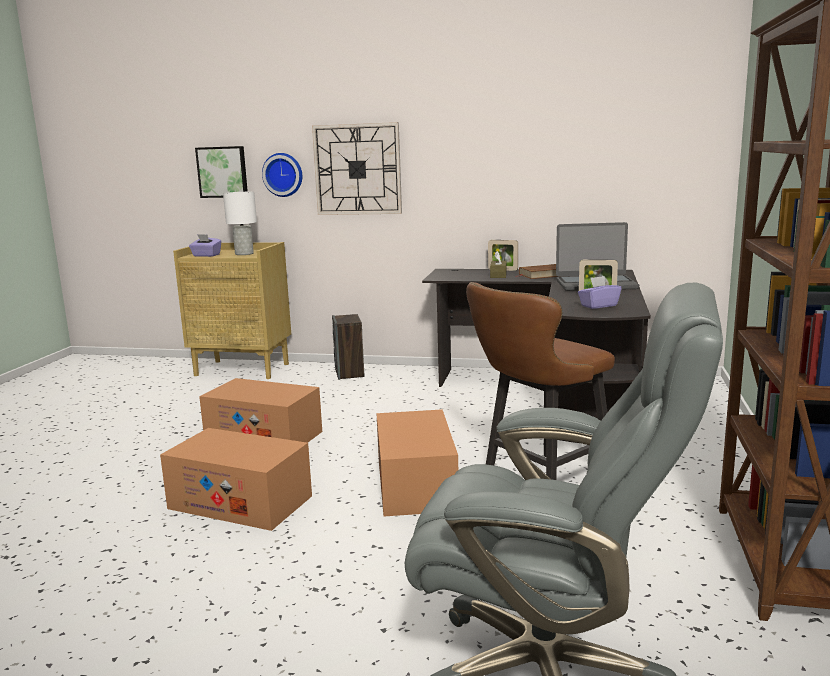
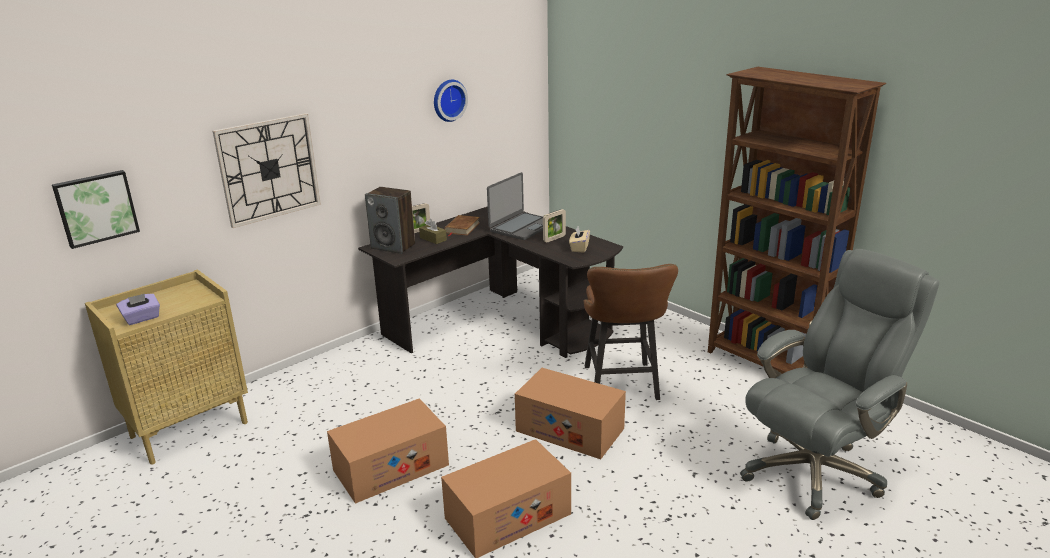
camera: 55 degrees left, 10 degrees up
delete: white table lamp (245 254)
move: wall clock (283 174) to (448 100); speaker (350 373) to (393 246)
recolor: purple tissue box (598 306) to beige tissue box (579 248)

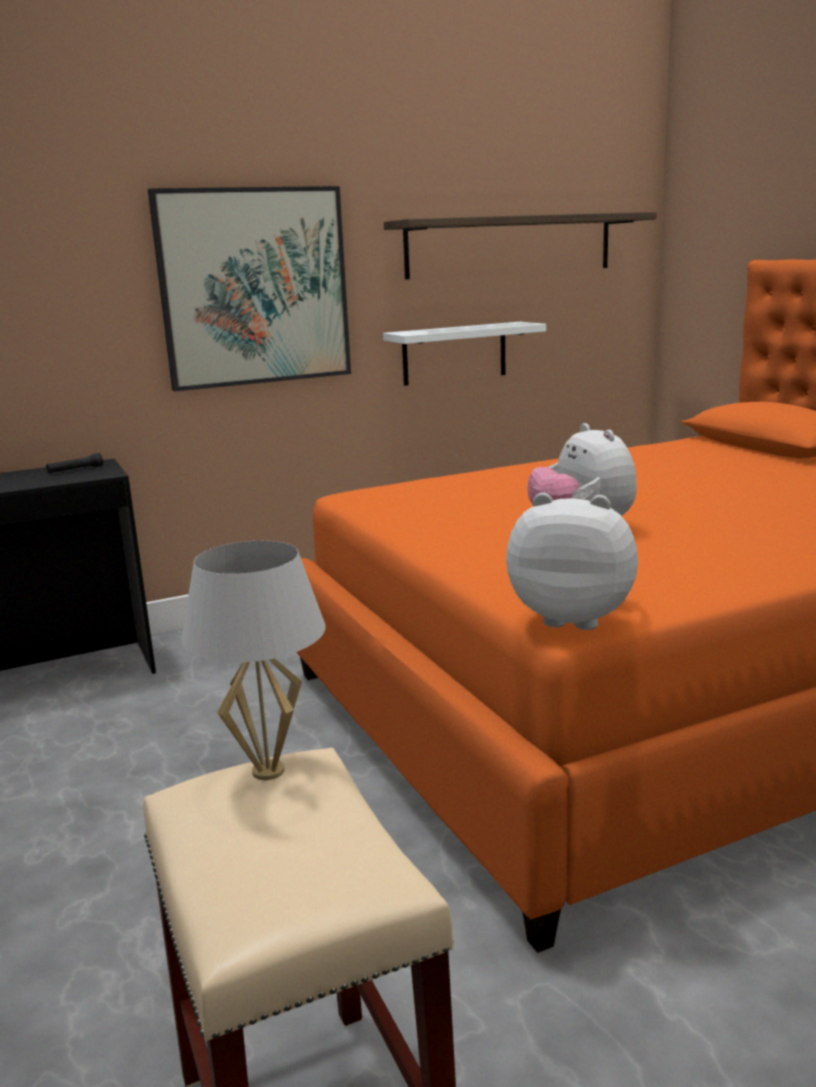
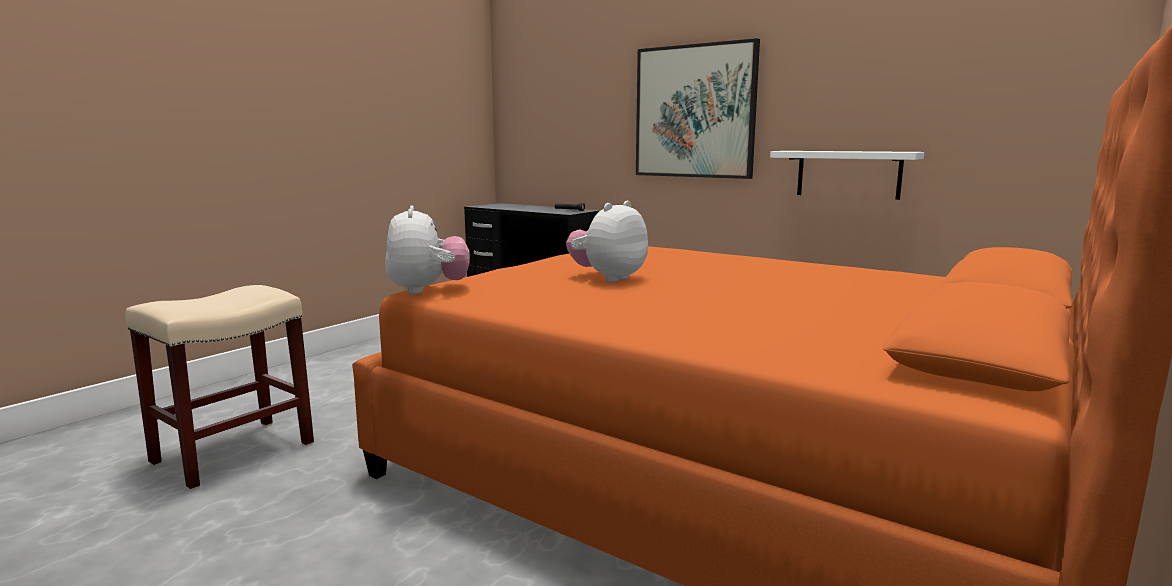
camera: 60 degrees right, 5 degrees down
delete: white table lamp (268 771); shelf (510 245)

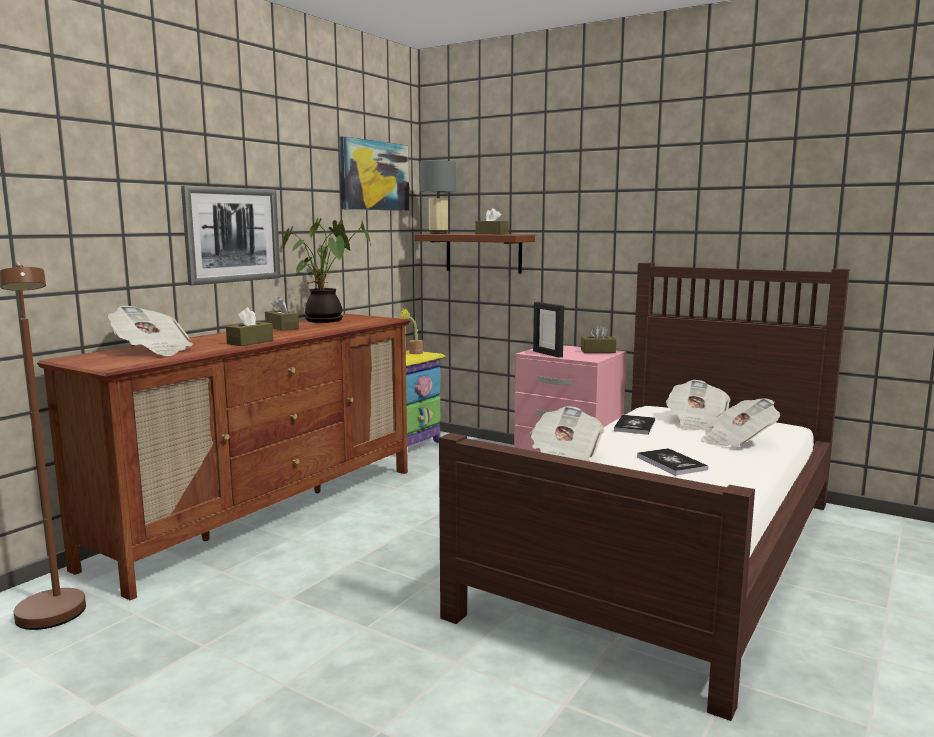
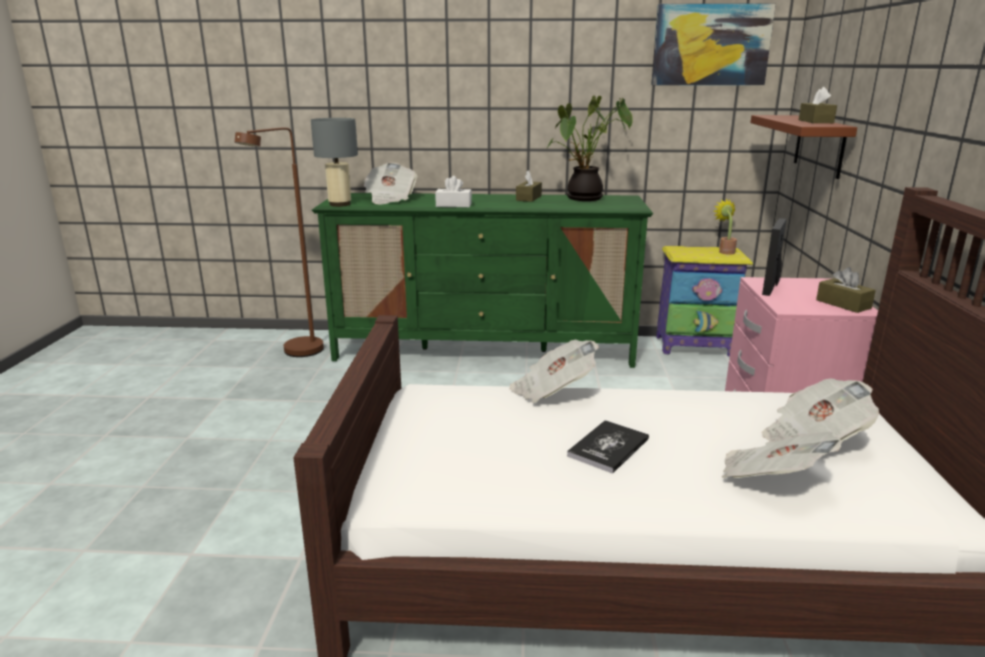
camera: 60 degrees right, 10 degrees up
delete: picture (232 235); book (634 426)
move: grey table lamp (439 233) to (340 204)
recolor: brown dresser (266 514) to green dresser (484 350); brown tissue box (250 342) to white tissue box (453 205)

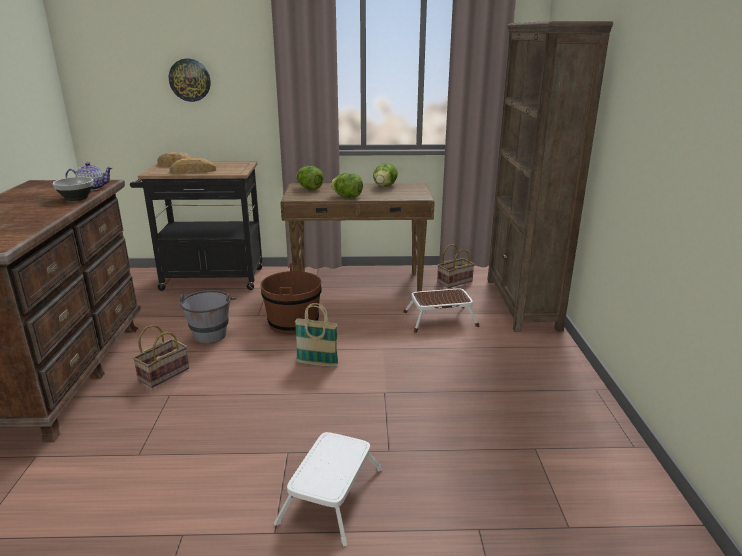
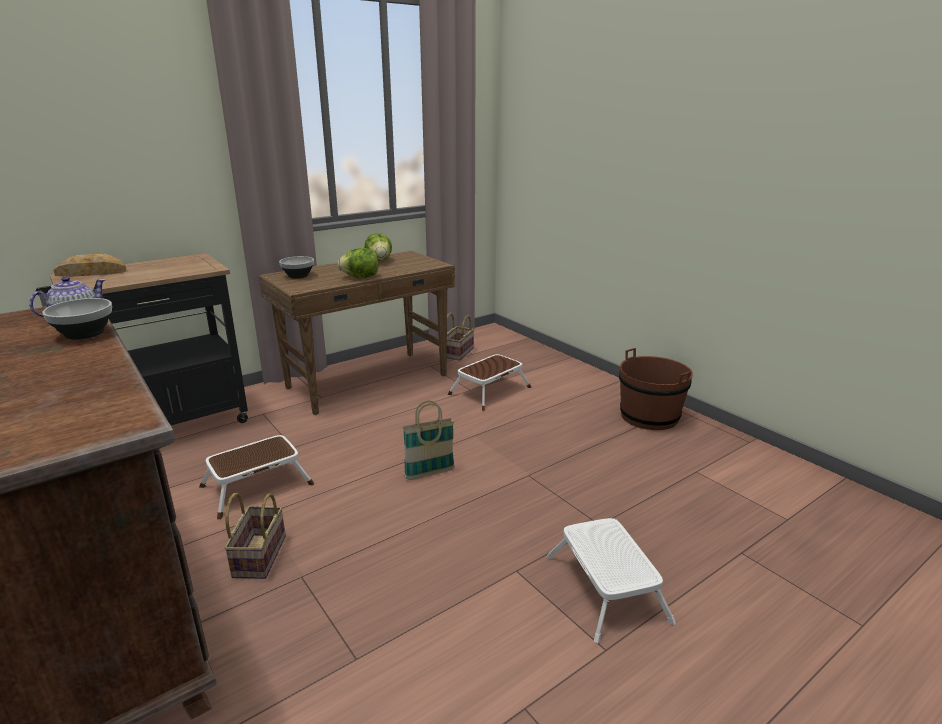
camera: 35 degrees left, 0 degrees up
delete: wall clock (190 80); bread (193 171); brown bookcase (522 303)
move: brown bucket (293 323) to (649 416)
replace: grey bucket (211 332) to brown step ladder (257 486); lettuce (309 188) to bowl (298 276)

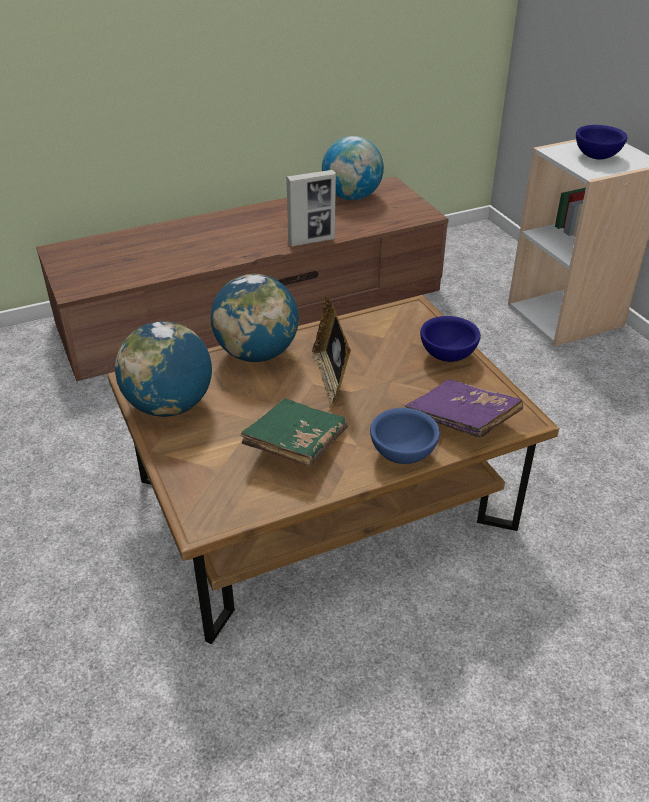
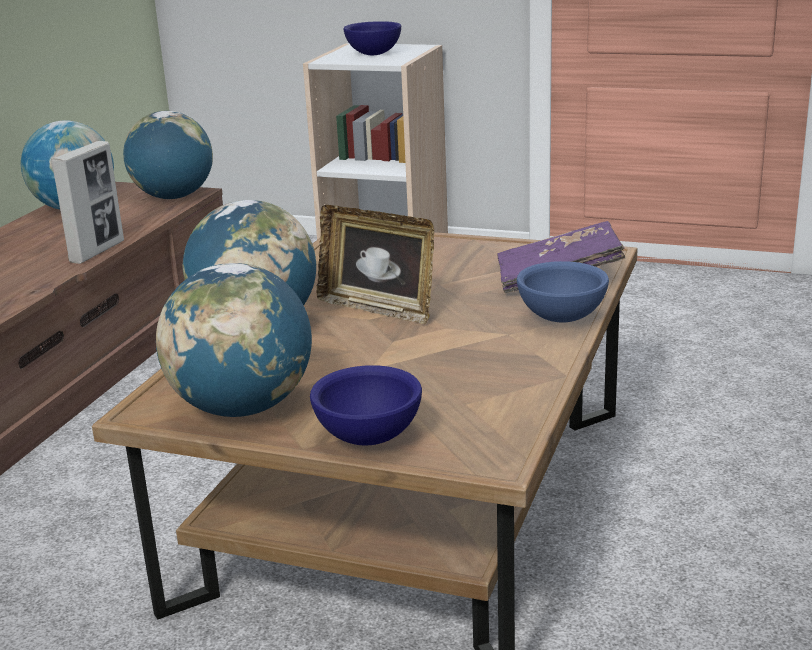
camera: 45 degrees left, 15 degrees down
delete: green book (295 445)
insert: globe (173 197)
move: blue bowl (448 355) to (369 436)

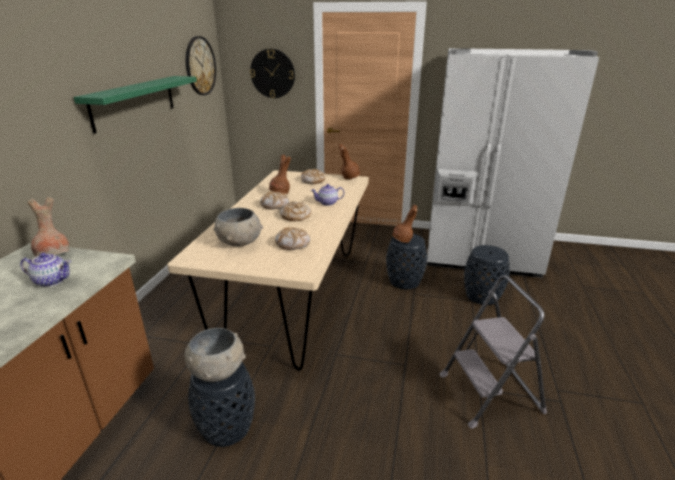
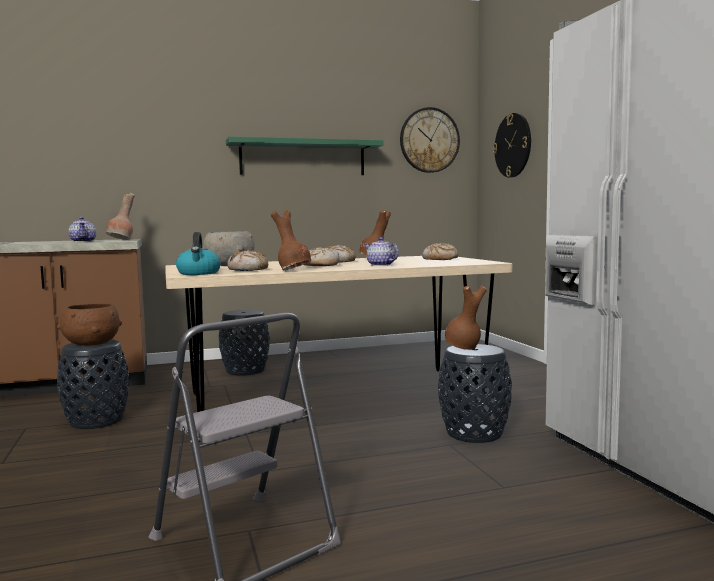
camera: 60 degrees right, 20 degrees down
insert: kettle (199 273)
move: brown vase (349 178) to (294 270); black stool (482 296) to (245 370)
recolor: grey bowl (217 371) to brown bowl (91 343)

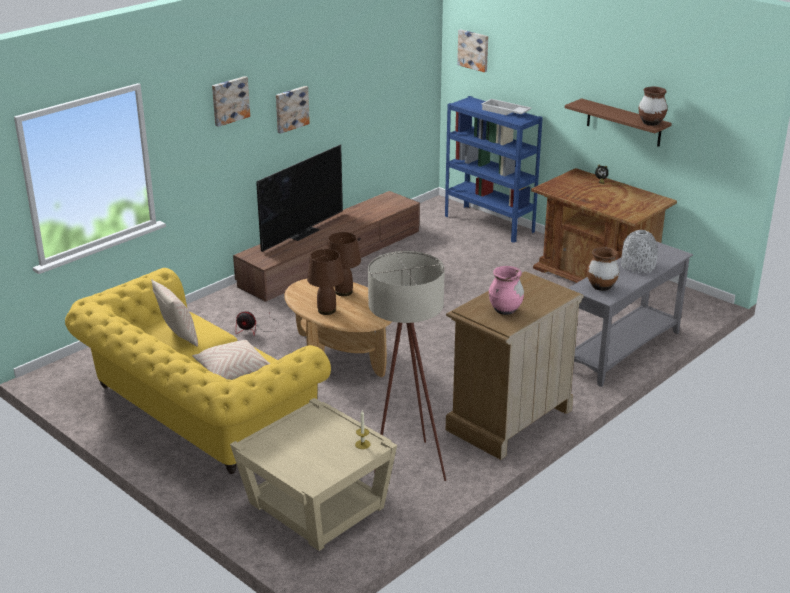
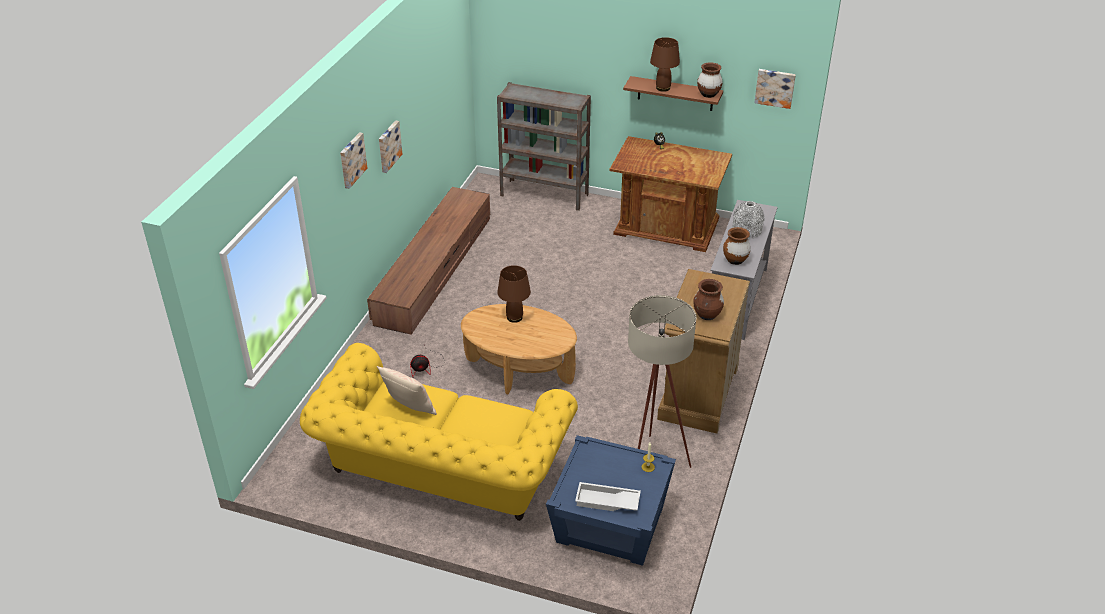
camera: 25 degrees left, 10 degrees up
delete: beige pillow (232 371); television (302 232)
move: brown table lamp (326 310) to (662 88); picture (474 50) to (775 87); white tray (505 112) to (607 502)
recolor: beige side table (315 506) to blue side table (610 526); blue bookcase (489 224) to grey bookcase (544 195); pink vase (505 310) to brown vase (707 315)

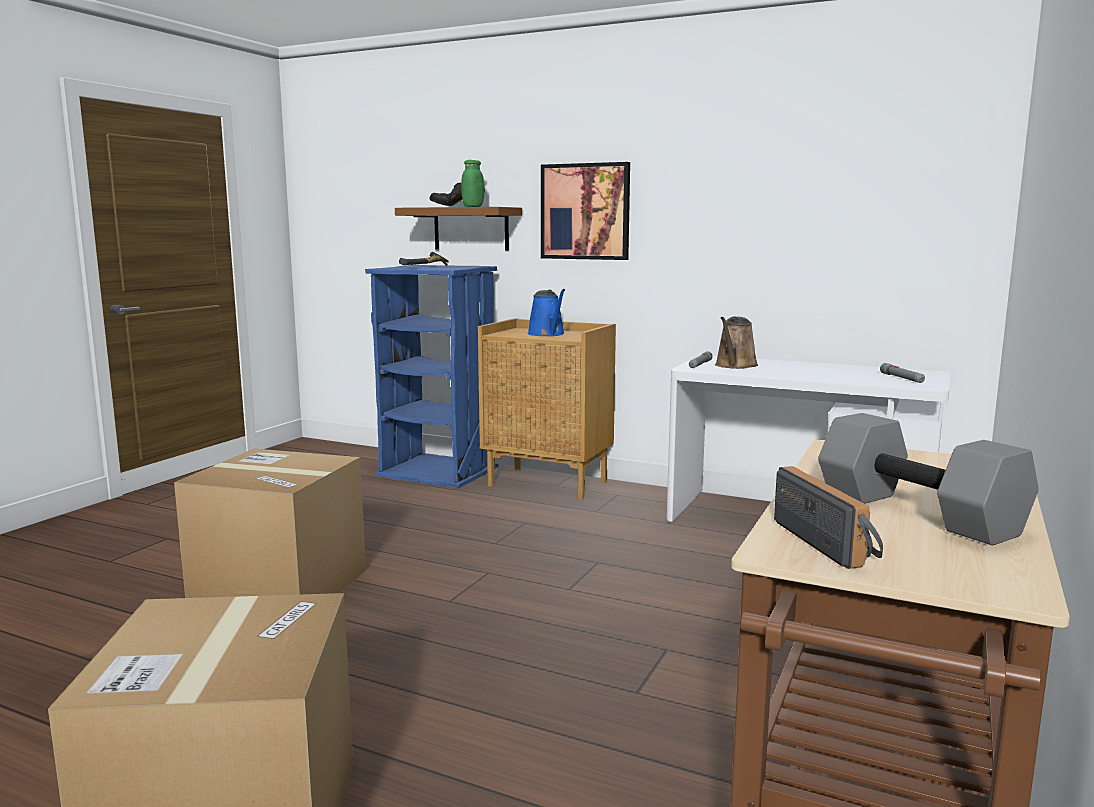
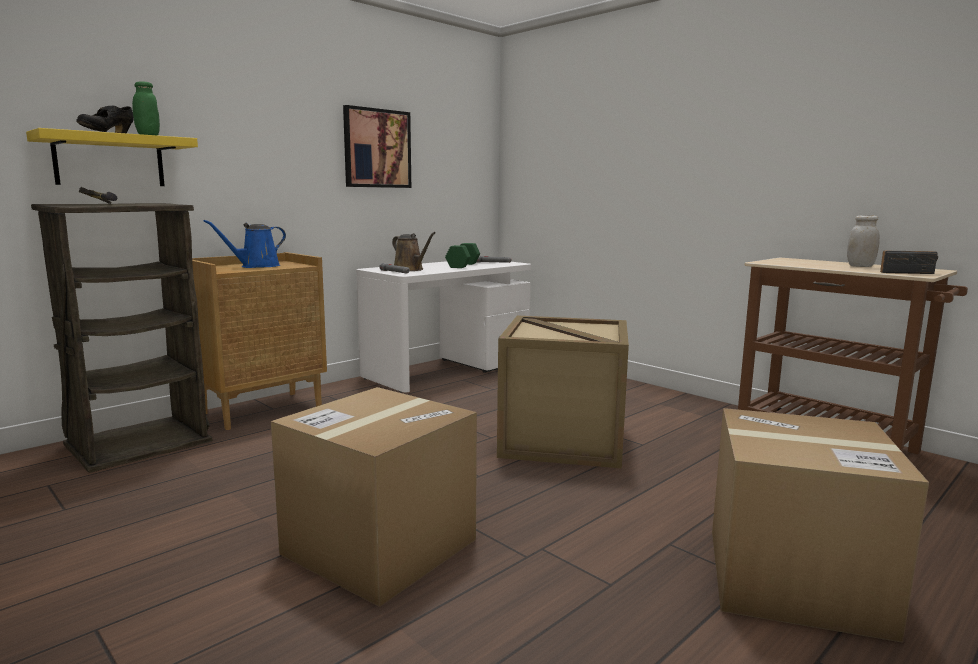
camera: 70 degrees left, 0 degrees up
insert: green dumbbell (462 265); crate (565 439)
move: picture (585 211) to (377 148)
replace: grey dumbbell (921 513) to white jar (860 266)
recolor: blue bookcase (438 471) to brown bookcase (140 442); brown shelf (471 229) to yellow shelf (109 161)
rotate: blue watering can (547 334) = (256 266) 135 degrees clockwise

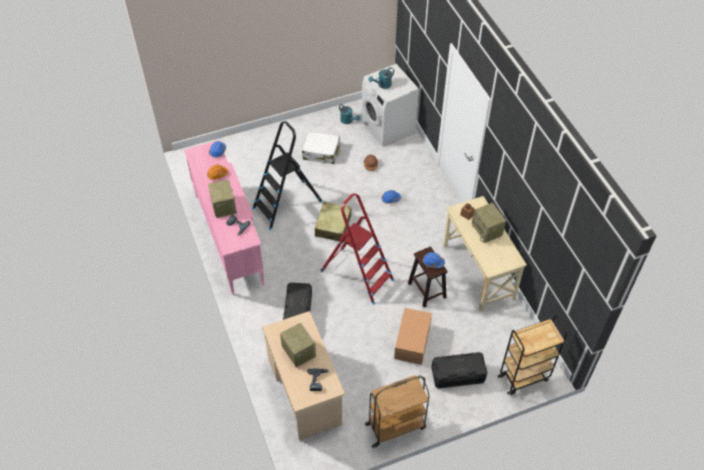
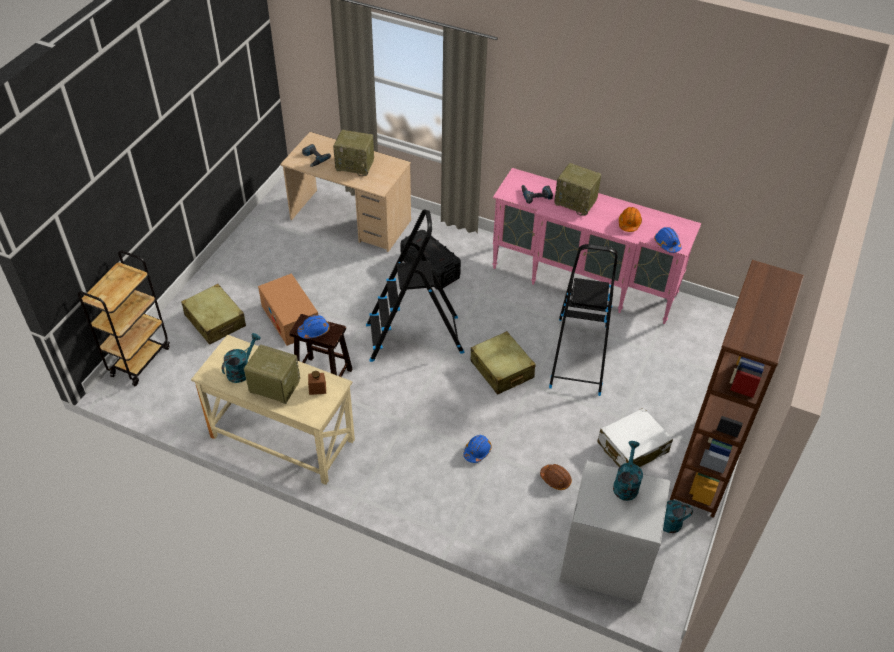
camera: 135 degrees right, 5 degrees down
delete: brown cart (396 426)
insert: turquoise watering can (242 370); brown bookcase (705 467)
replace: black storage box (458 375) to beige suitcase (215 321)
recolor: red step ladder (357 276) to black step ladder (413 338)

